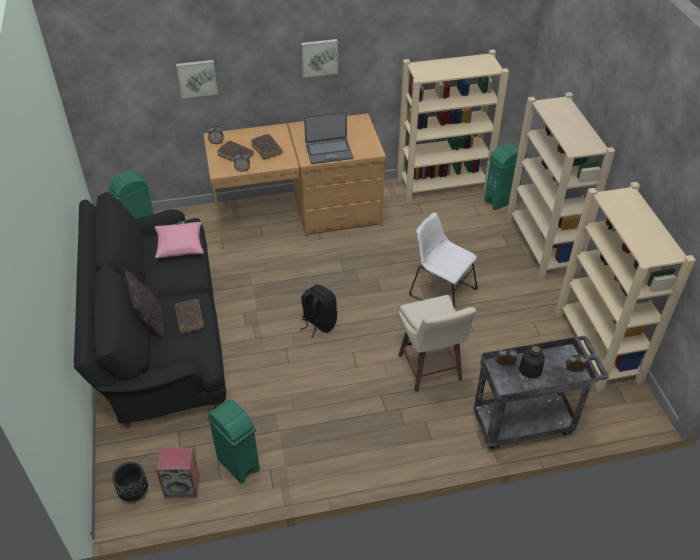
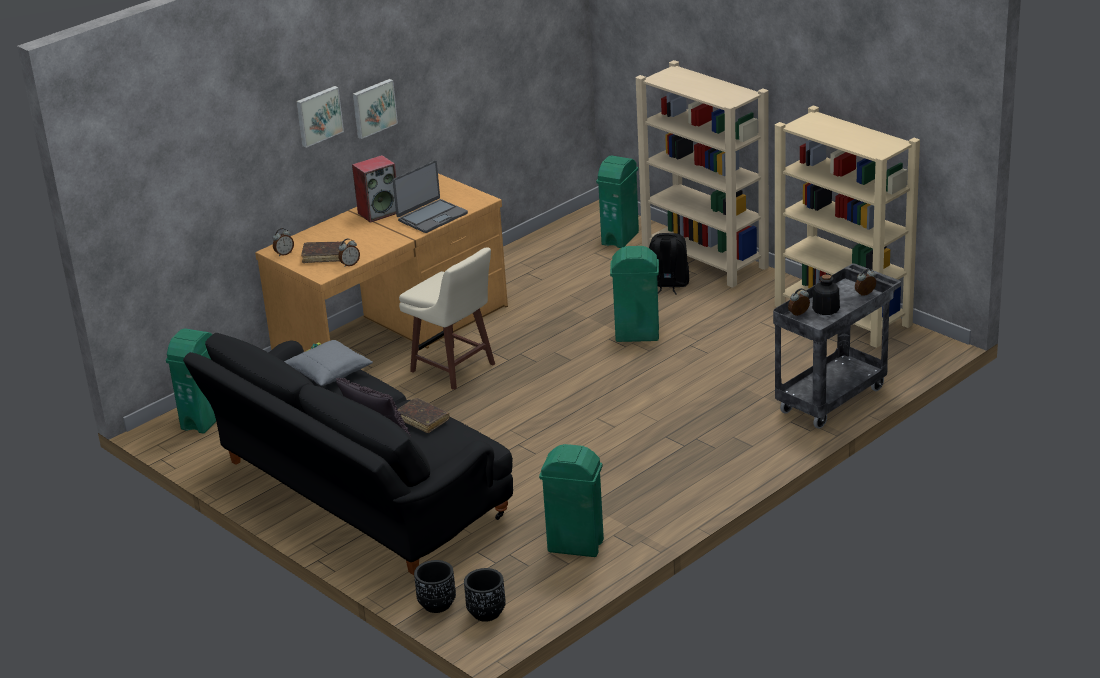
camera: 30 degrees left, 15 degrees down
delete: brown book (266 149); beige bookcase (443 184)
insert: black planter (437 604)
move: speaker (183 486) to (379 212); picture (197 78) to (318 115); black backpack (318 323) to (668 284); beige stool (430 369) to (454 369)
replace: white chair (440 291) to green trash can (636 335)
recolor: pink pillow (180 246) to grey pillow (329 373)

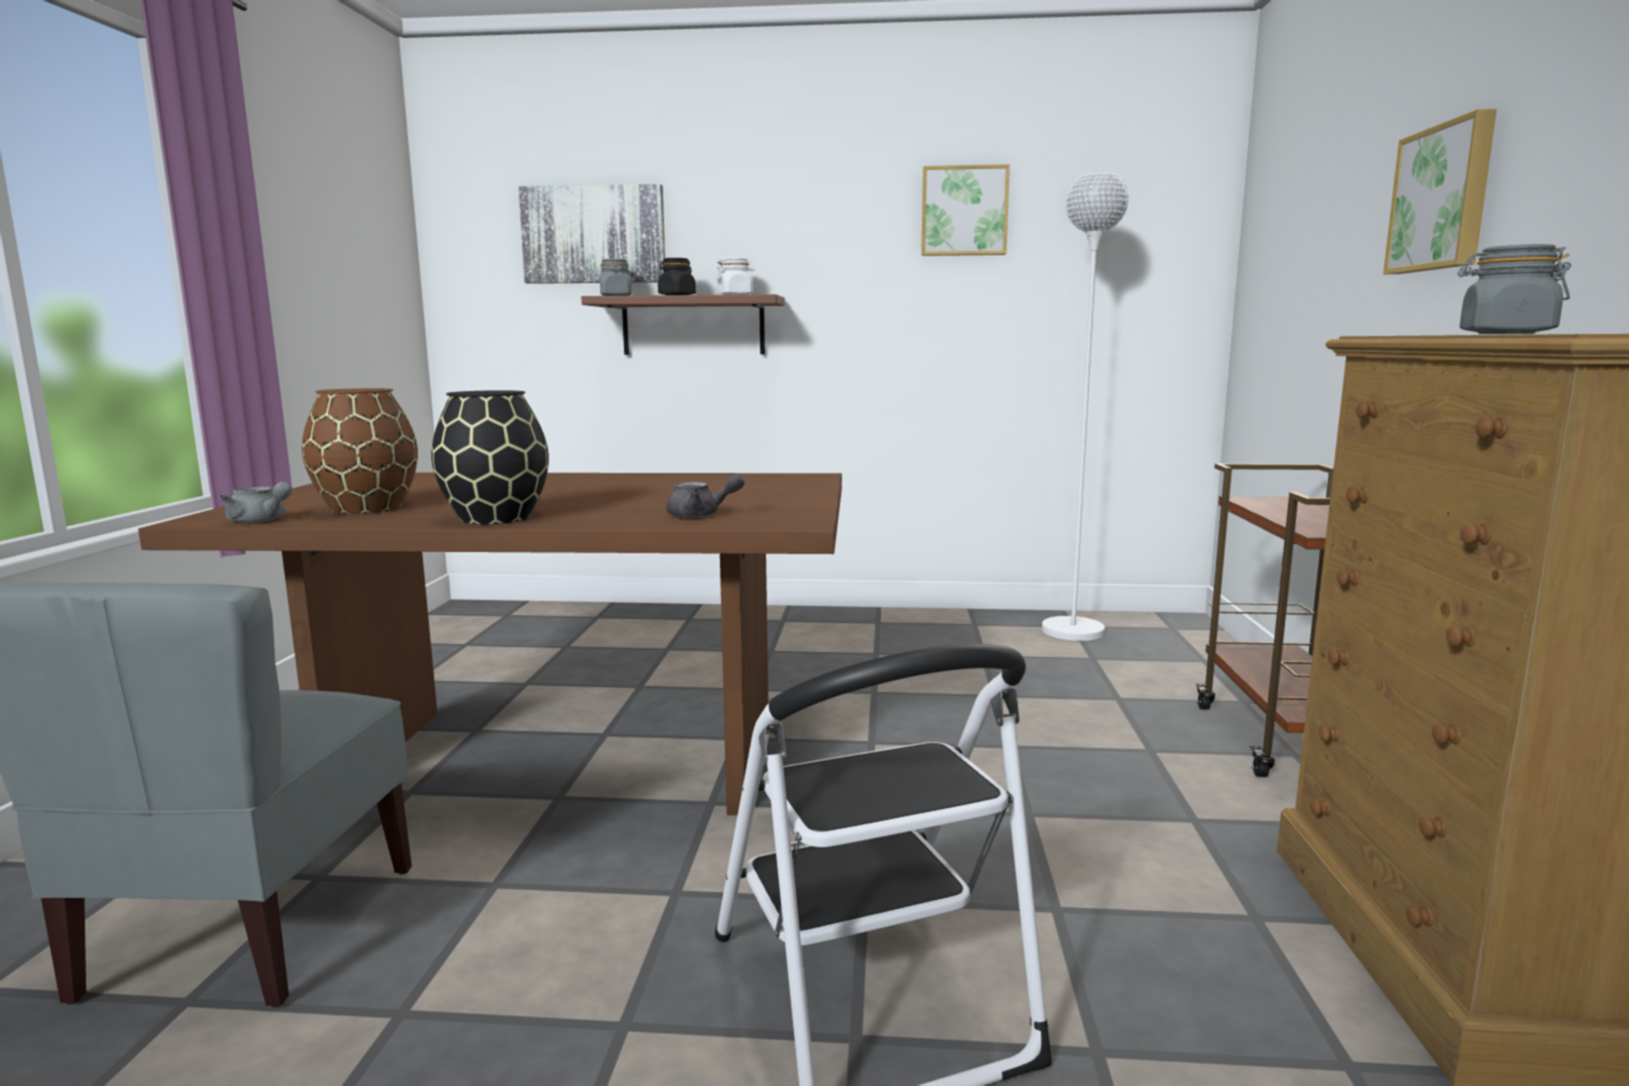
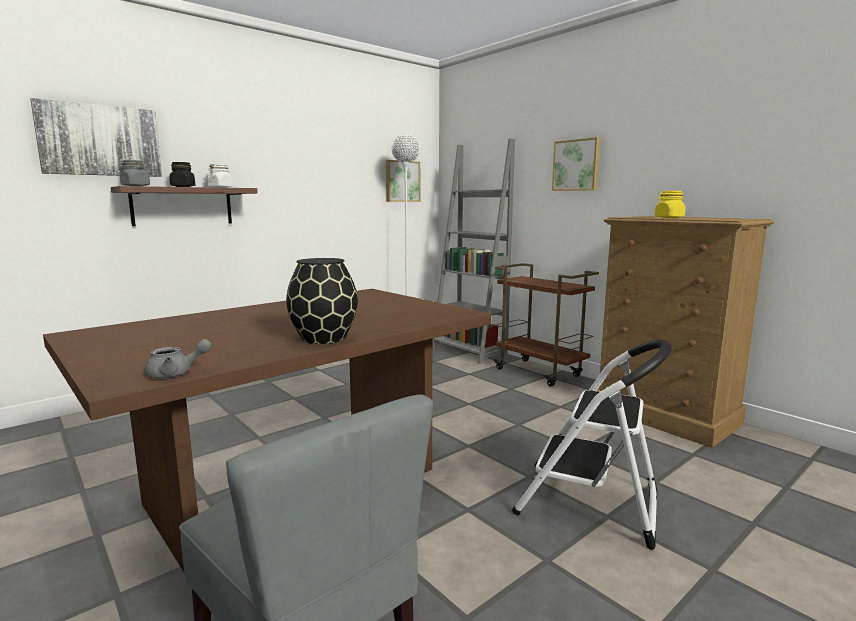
camera: 45 degrees left, 0 degrees up
delete: brown vase (366 508); grey teapot (701 515)
insert: grey bookcase (469 351)
move: picture (964 211) to (402 181)
recolor: grey jar (1505 333) to yellow jar (669 217)

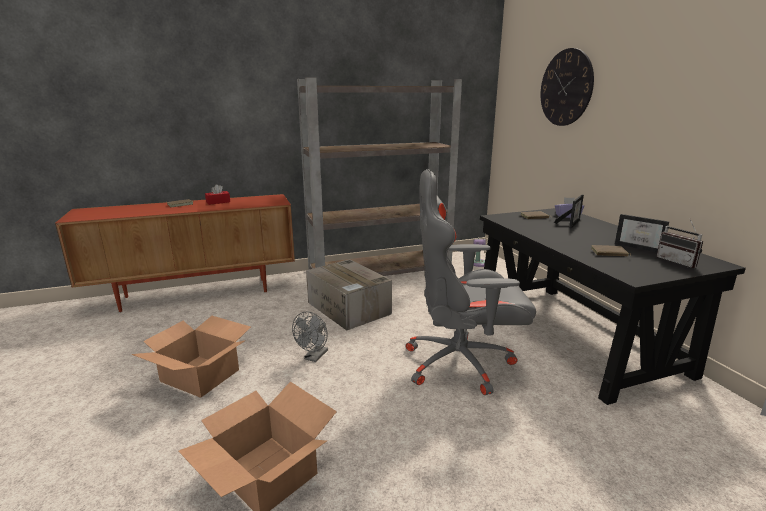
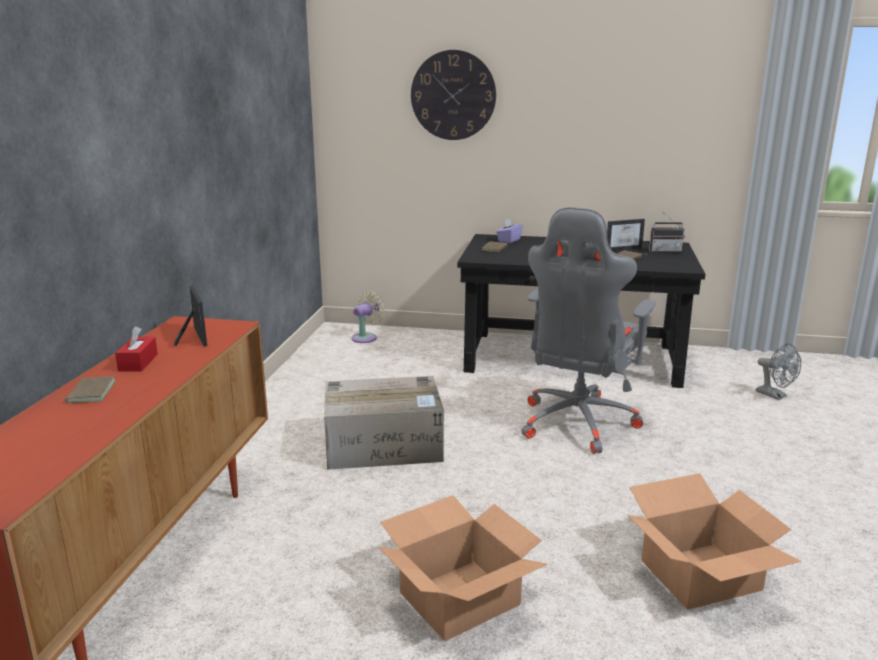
camera: 60 degrees left, 0 degrees up
delete: brown bookcase (380 270)
move: grey fan (314 357) to (775 395); picture frame (570 223) to (193 337)

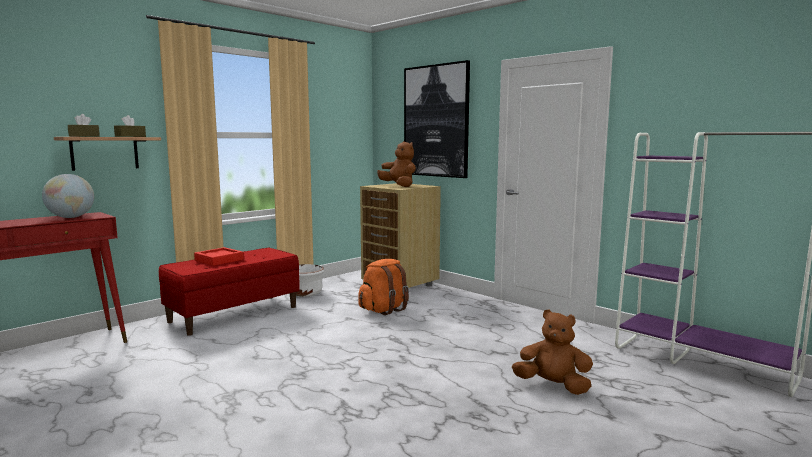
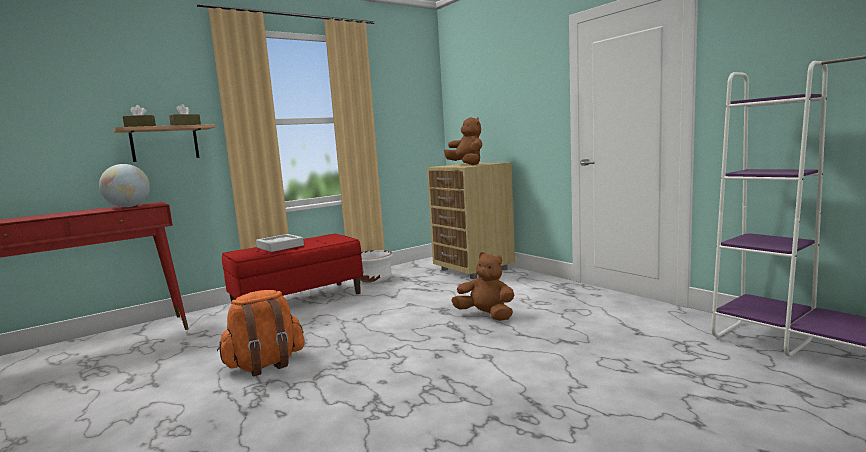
camera: 10 degrees right, 0 degrees up
delete: picture (436 121)
move: orange backpack (384 310) to (265 364); brown plush toy (553 386) to (486 315)
recolor: red tray (219 260) to grey tray (280 246)

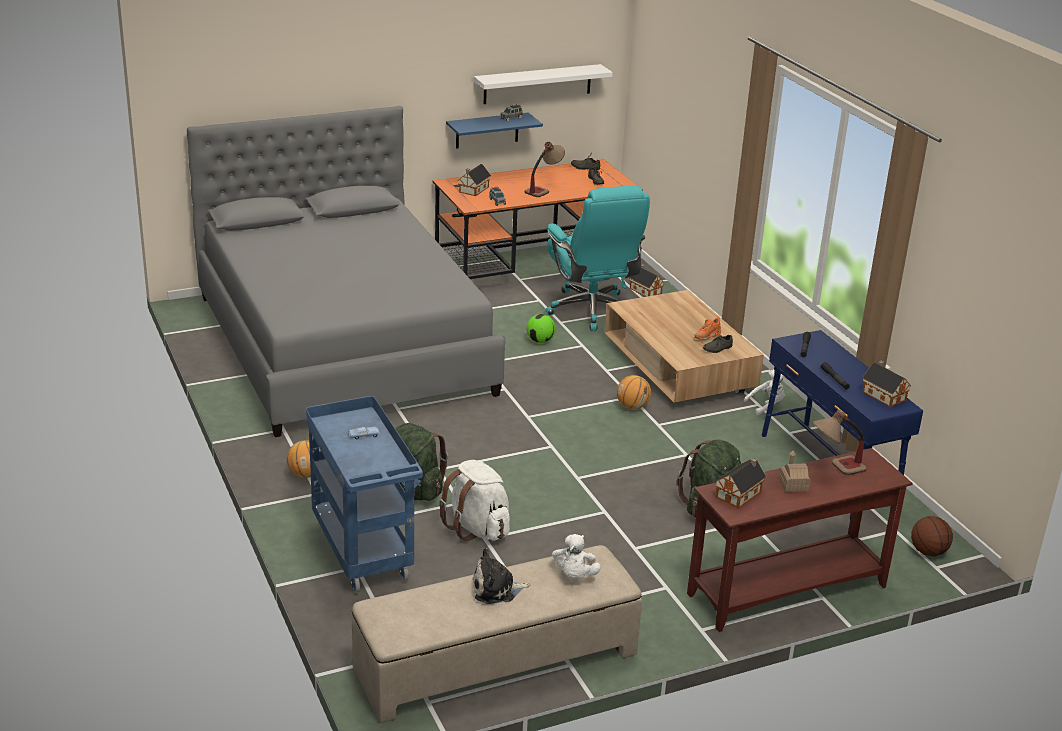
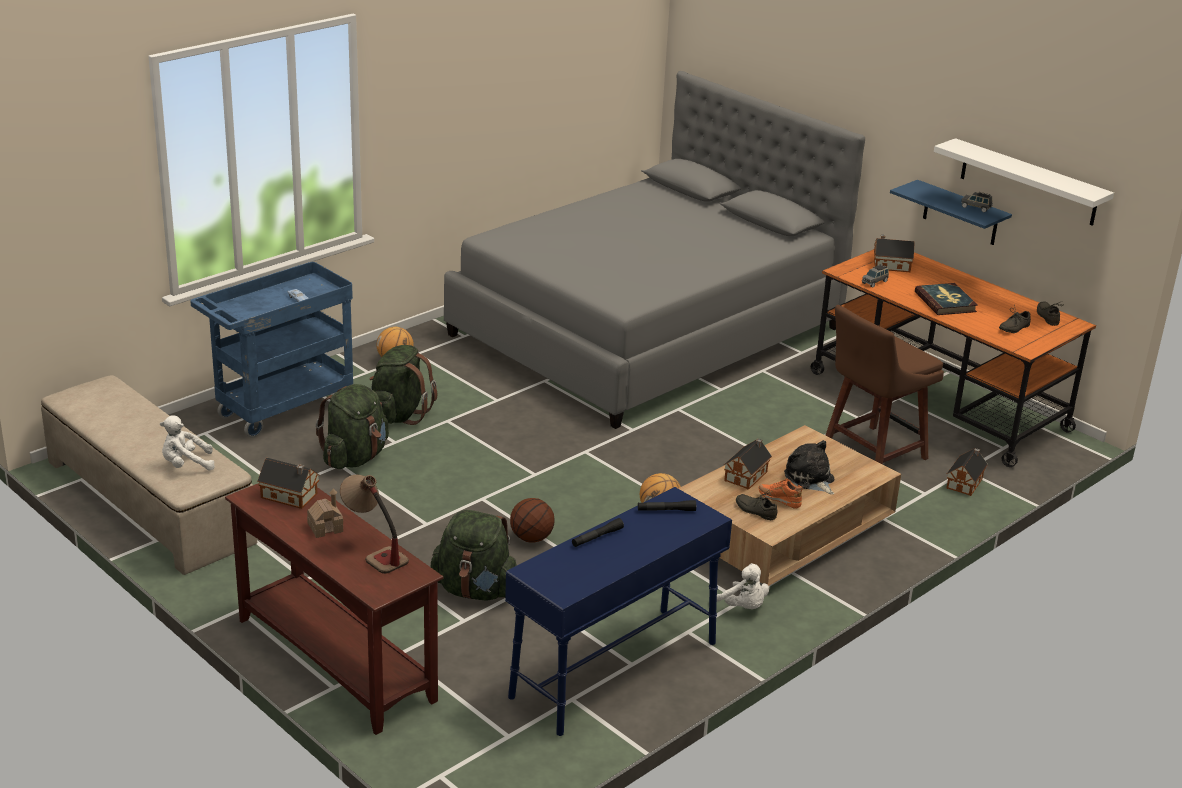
camera: 70 degrees right, 0 degrees up
delete: football (540 341)
move: plush toy (496 589) to (810 479); toy house (883 395) to (747 475); basketball (928 552) to (531 538)
replace: table lamp (544 189) to book (945 302); turquoise office chair (591 310) to brown stool (870 454)
recolor: white backpack (477 528) to green backpack (355 458)

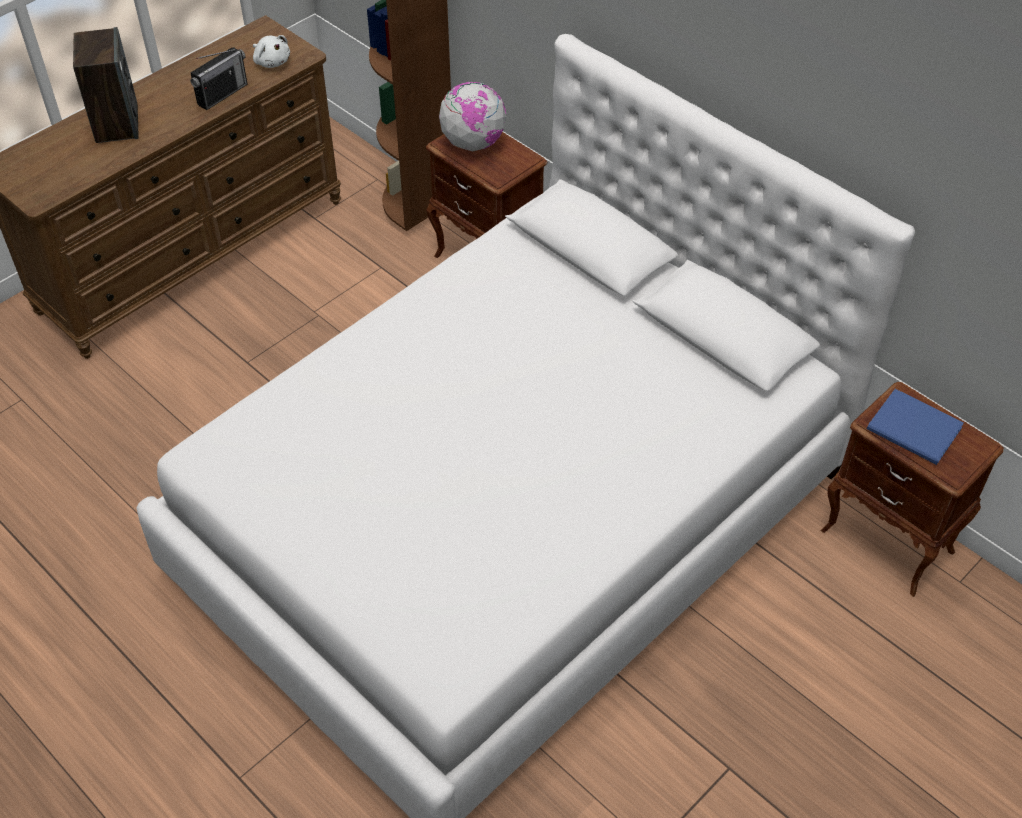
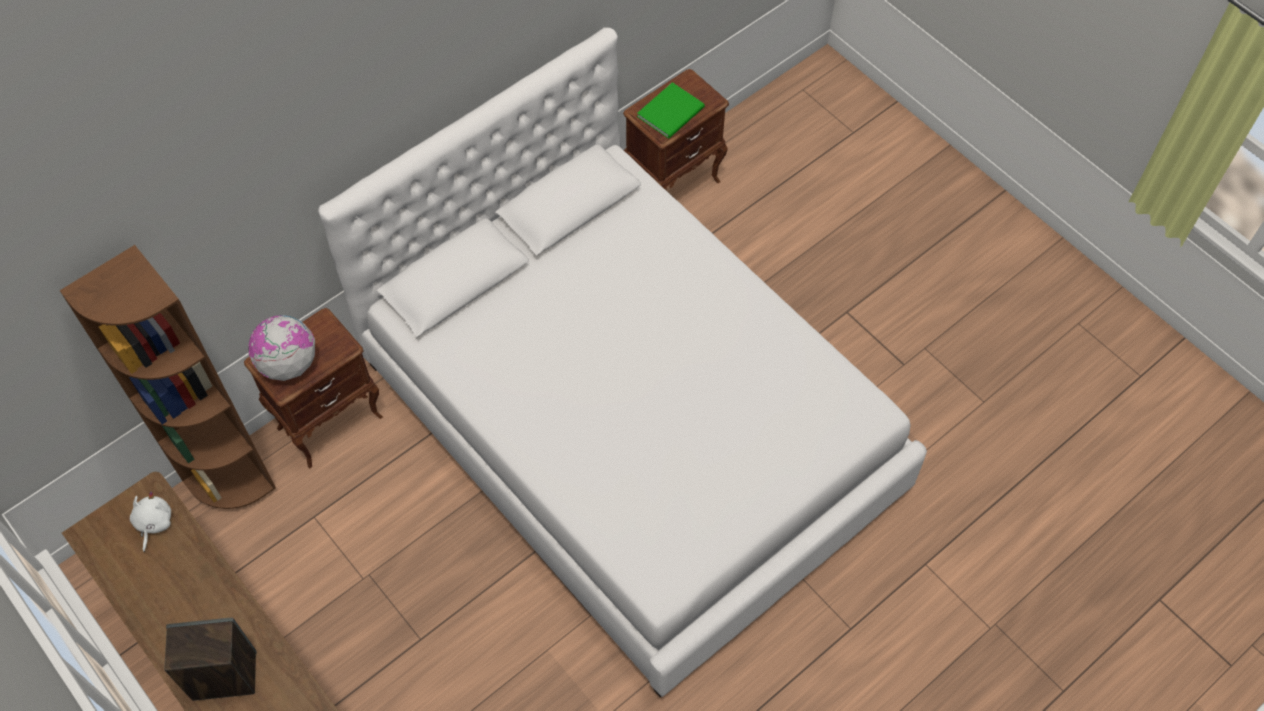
camera: 85 degrees left, 10 degrees up
delete: radio (222 94)
recolor: blue book (915 431) to green book (673 112)
rotate: white plush toy (272 62) = (153 523) 45 degrees counterclockwise

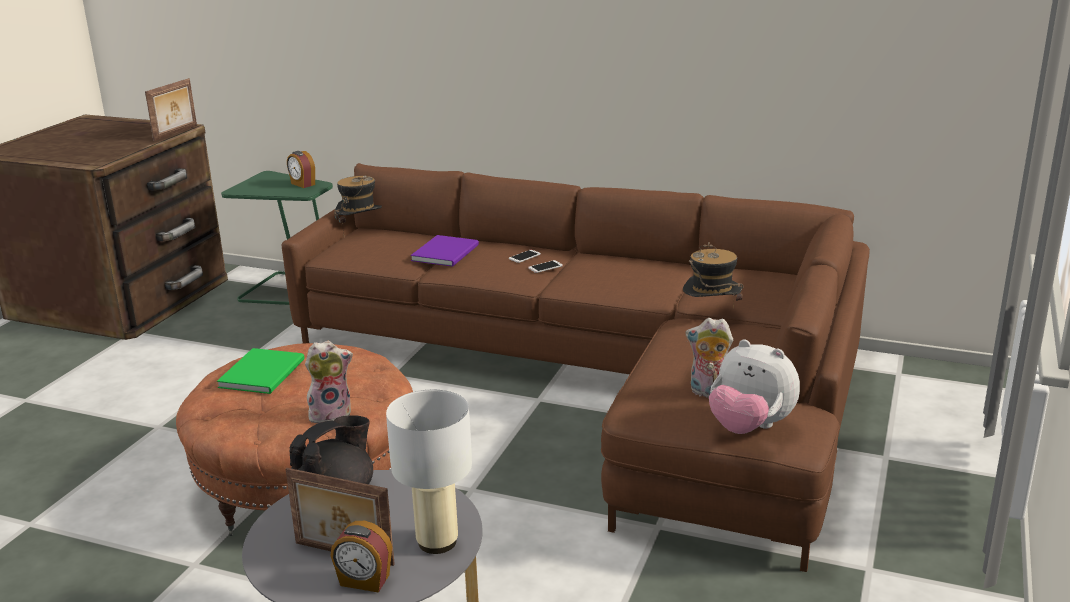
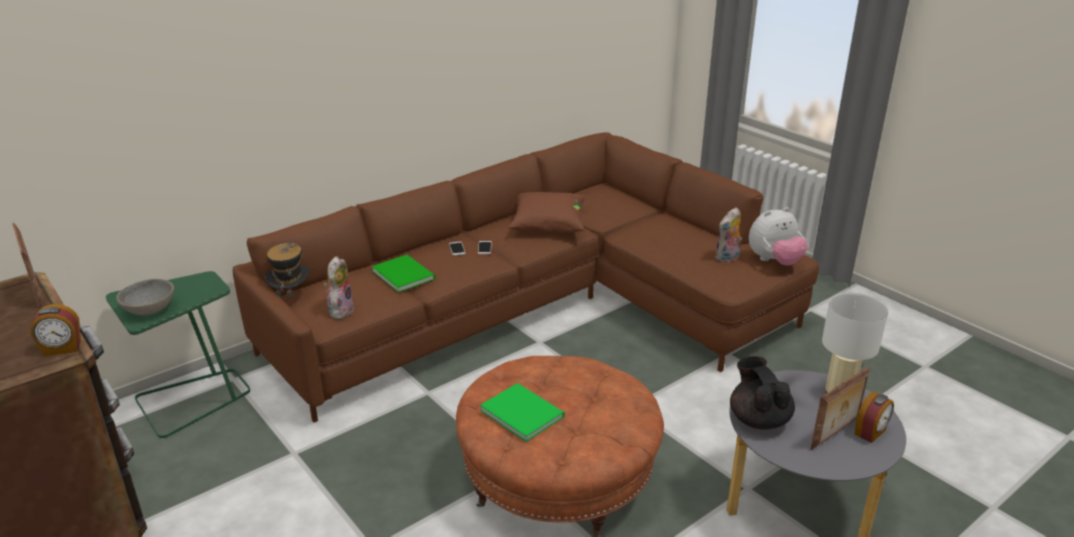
camera: 60 degrees left, 5 degrees up
delete: hat (711 315)
insert: grey bowl (149 309); brown pillow (548 224)
move: alarm clock (302 184) to (62 349); plush toy (331 414) to (340 310)
recolor: purple book (447 252) to green book (403 274)

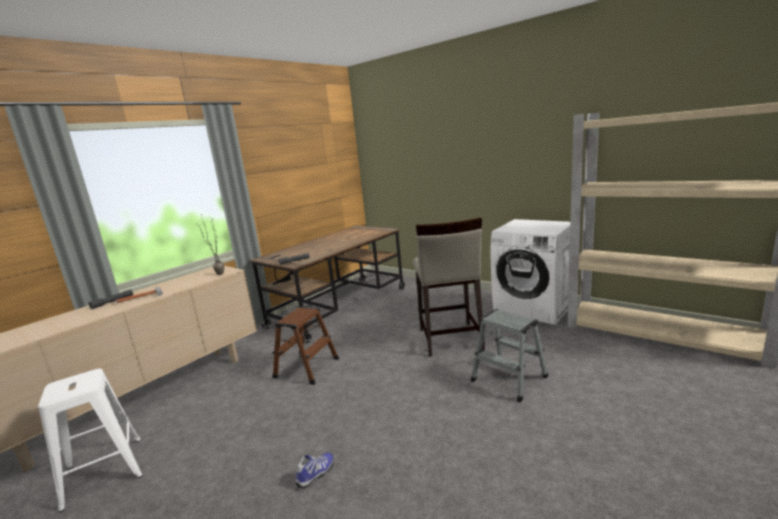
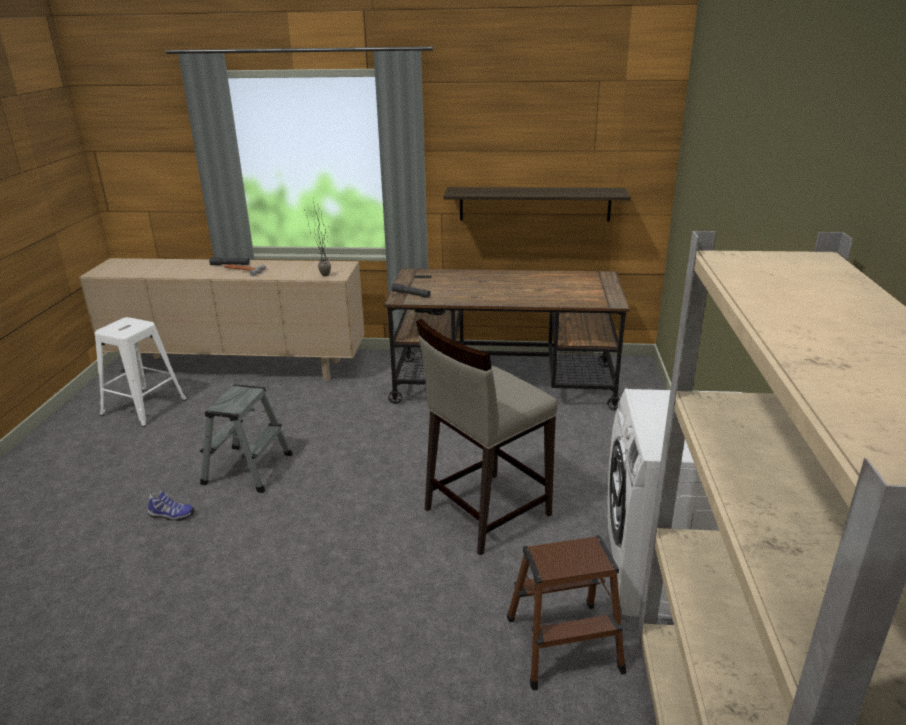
camera: 55 degrees right, 10 degrees up
insert: shelf (534 204)
move: brown step ladder (307 367) to (564 643); grey step ladder (509 378) to (247 469)

